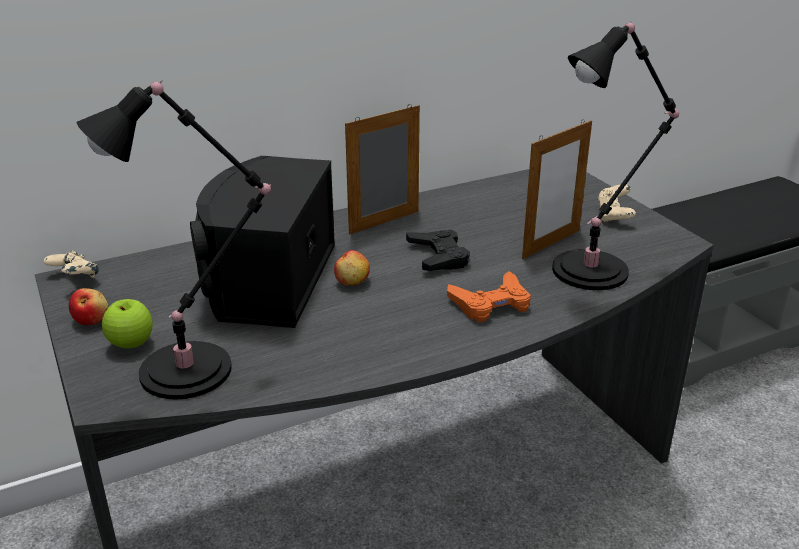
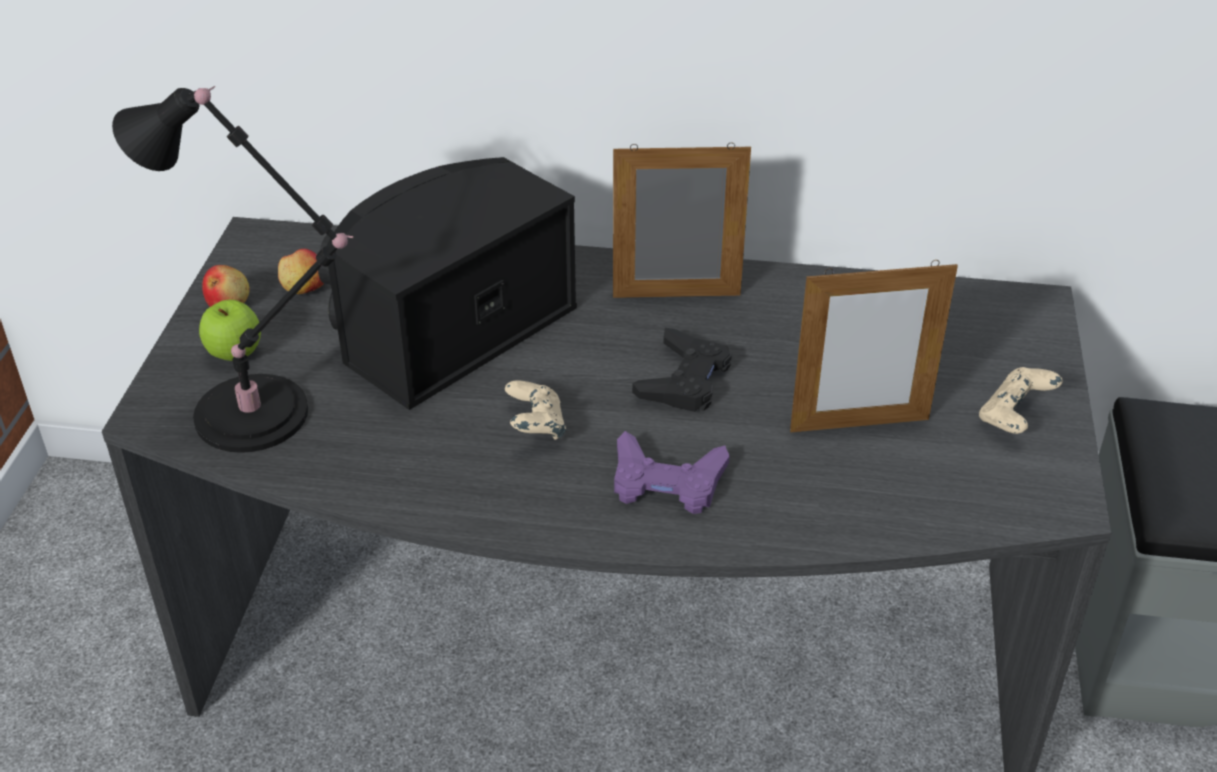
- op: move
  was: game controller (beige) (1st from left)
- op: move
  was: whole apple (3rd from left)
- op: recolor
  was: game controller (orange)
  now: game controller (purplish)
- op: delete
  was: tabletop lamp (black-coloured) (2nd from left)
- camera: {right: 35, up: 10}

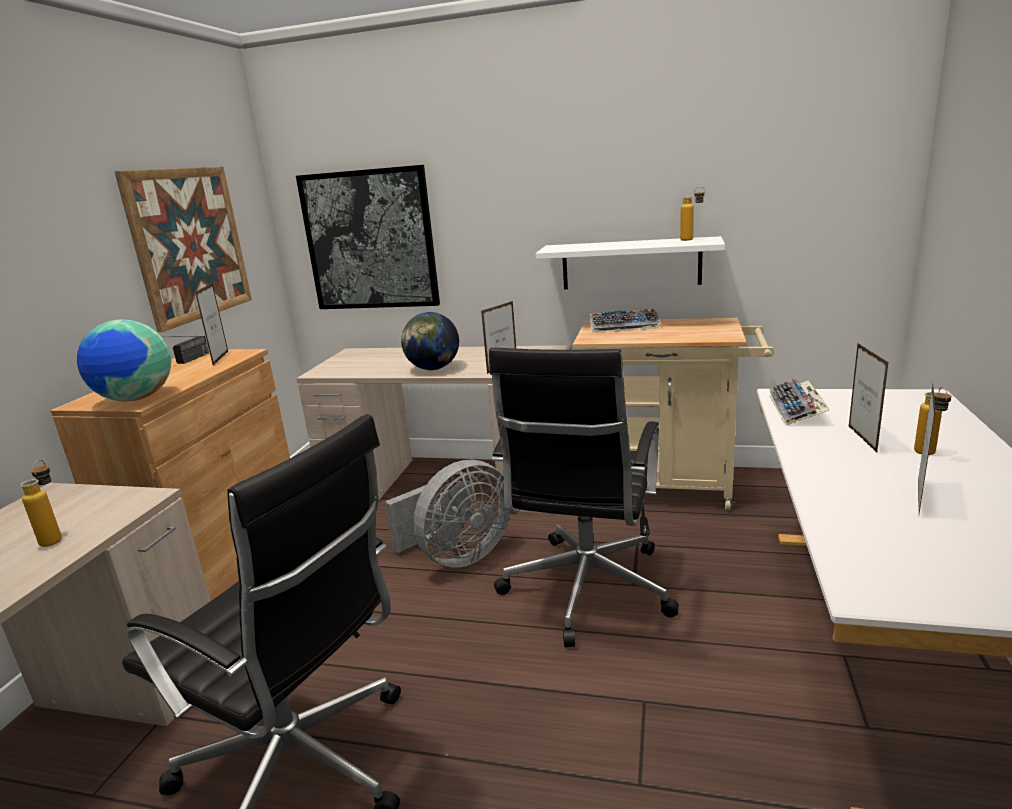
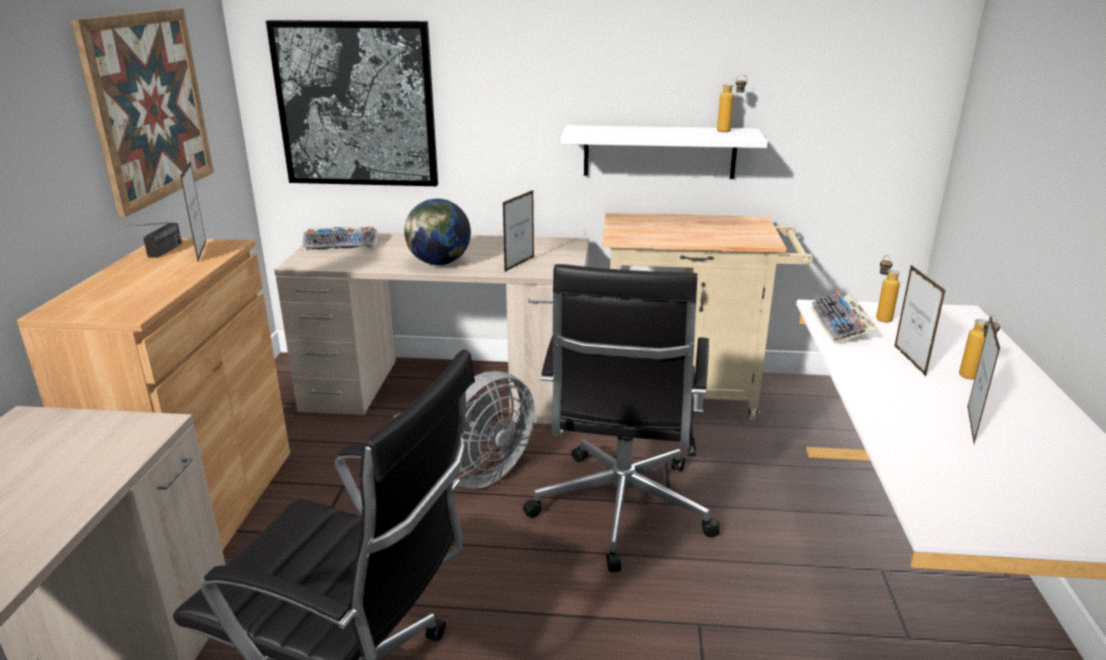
- op: move
  was: bottle (1st from left in the first image)
  now: bottle (2nd from left)
- op: delete
  was: world globe (1st from left)
- op: move
  was: keyboard (1st from left)
- camera: {right: -10, up: 5}

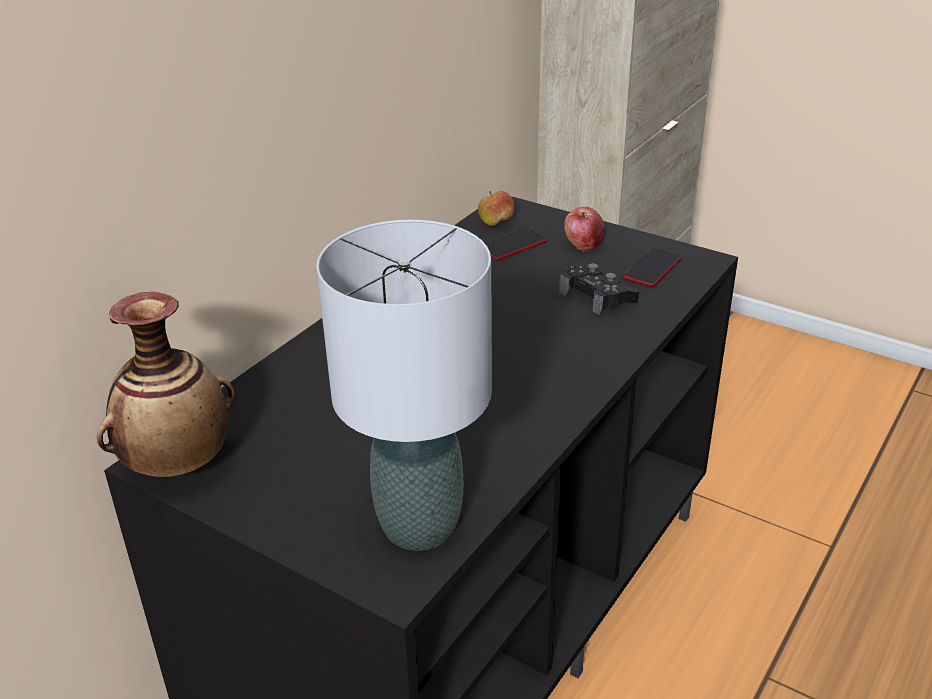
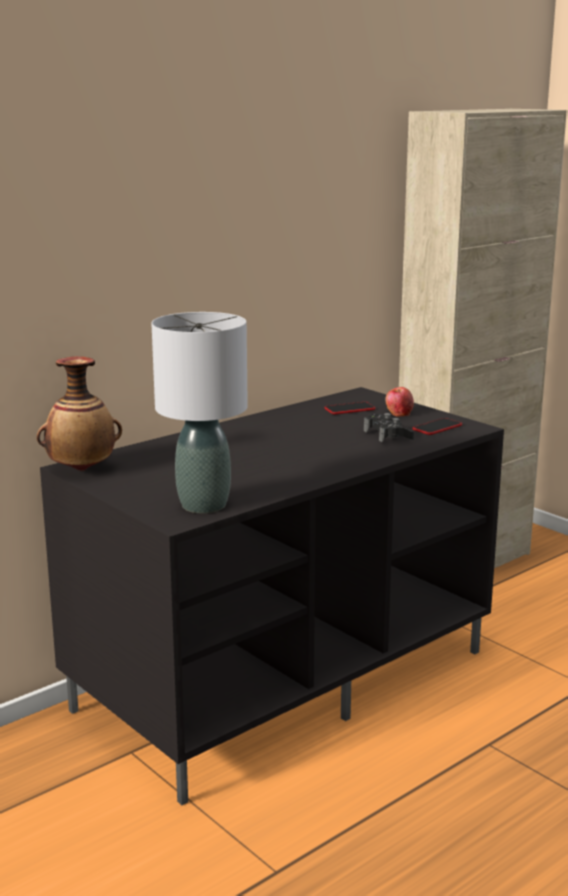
- op: delete
  was: whole apple (1st from left)
- camera: {right: 15, up: -15}

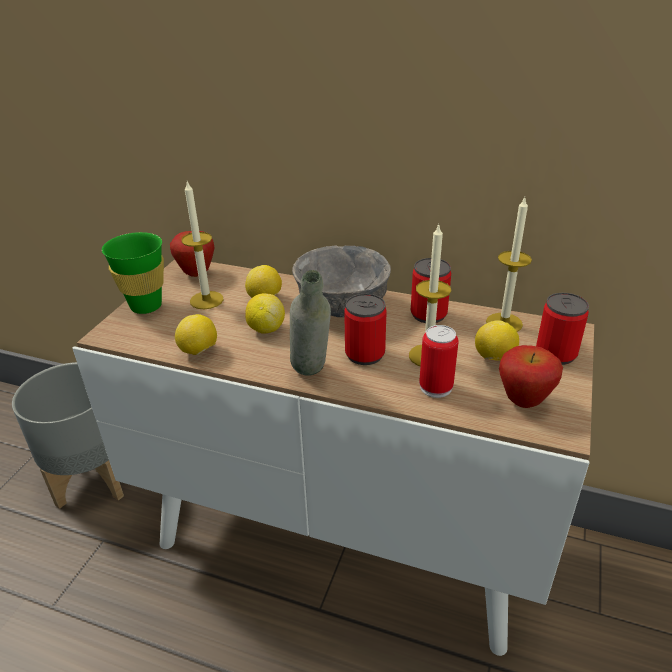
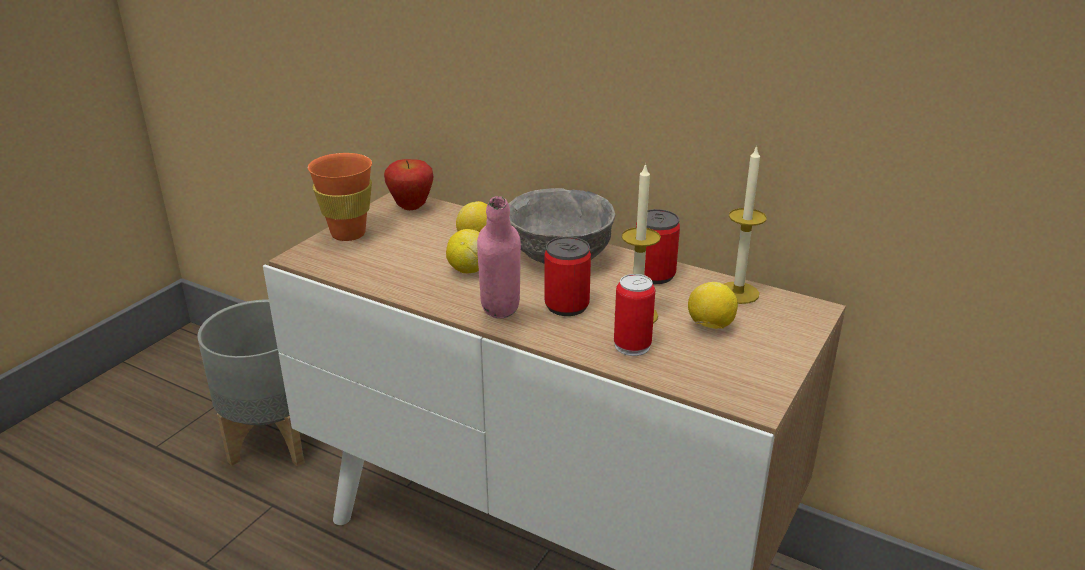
- op: recolor
  was: drinking cup (greenish)
  now: drinking cup (orange)
- op: delete
  was: whole lemon (1st from left)
- op: delete
  was: wax candle (1st from left)
- op: recolor
  was: bottle (gray)
  now: bottle (pink)
- op: delete
  was: whole apple (2nd from left)
- op: delete
  was: sealed can (4th from left)
- camera: {right: 10, up: -5}

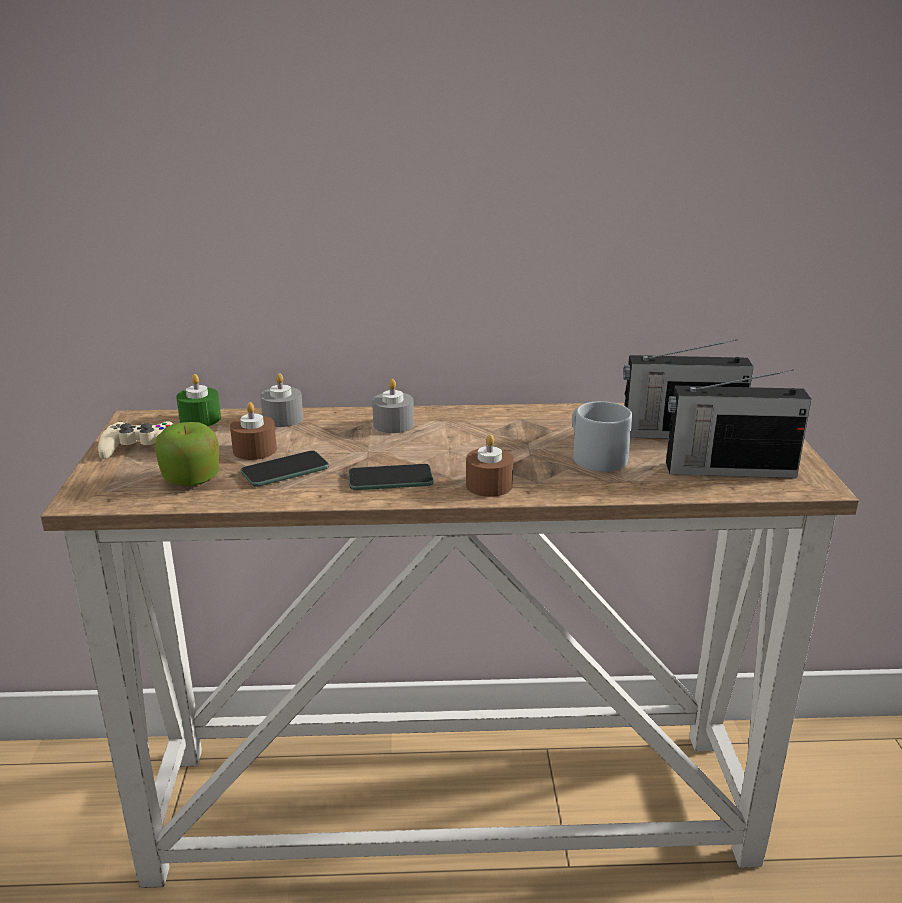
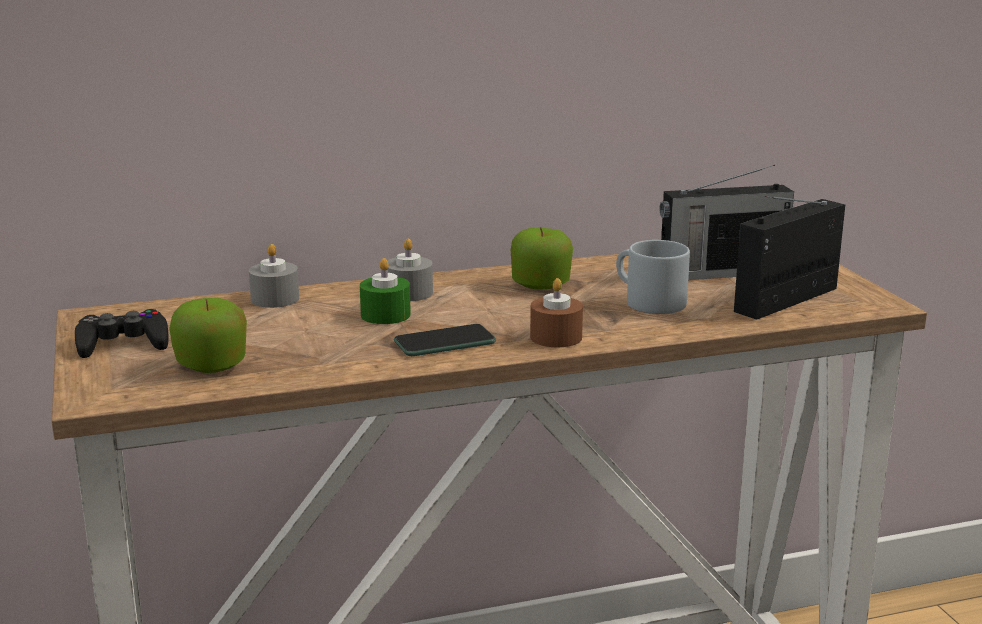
- op: recolor
  was: game controller (beige)
  now: game controller (black-coloured)
- op: move
  was: wax candle (greenish)
- op: delete
  was: wax candle (brown-coloured) (1st from left)
- op: delete
  was: handset (1st from left)
- op: rotate
  was: radio set (2nd from left)
  clockwise: 150
- op: insert
  now: whole apple (2nd from left)
- camera: {right: -15, up: -5}

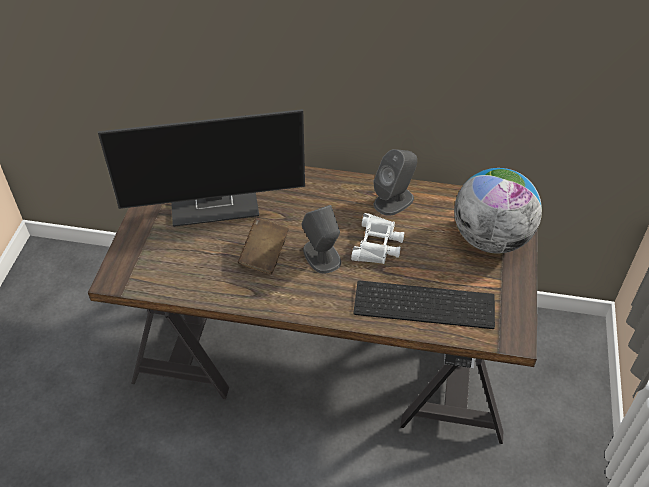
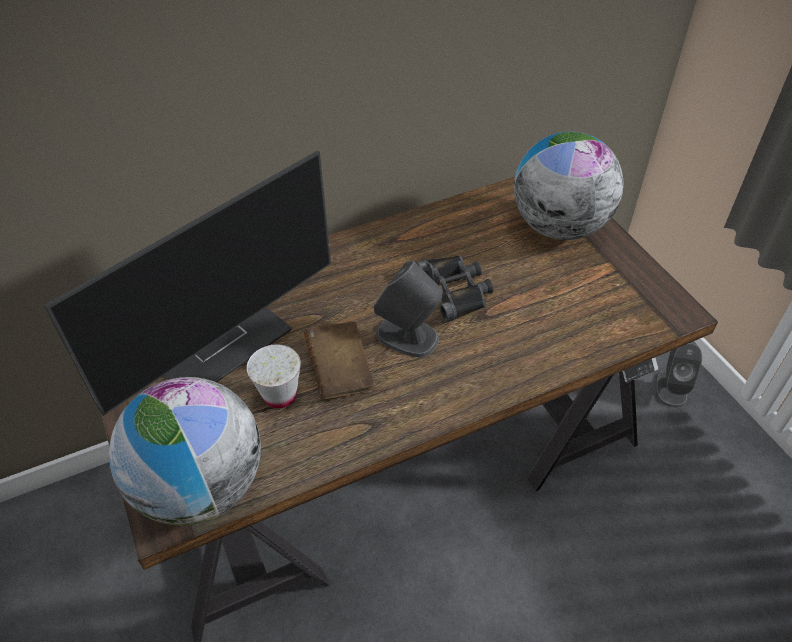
- op: recolor
  was: binoculars (white)
  now: binoculars (black-coloured)
- op: delete
  was: keyboard
- op: move
  was: loudspeaker (gray) (2nd from left)
- op: insert
  now: world globe (1st from left)
- op: insert
  now: drinking cup (white)
- camera: {right: -35, up: 0}

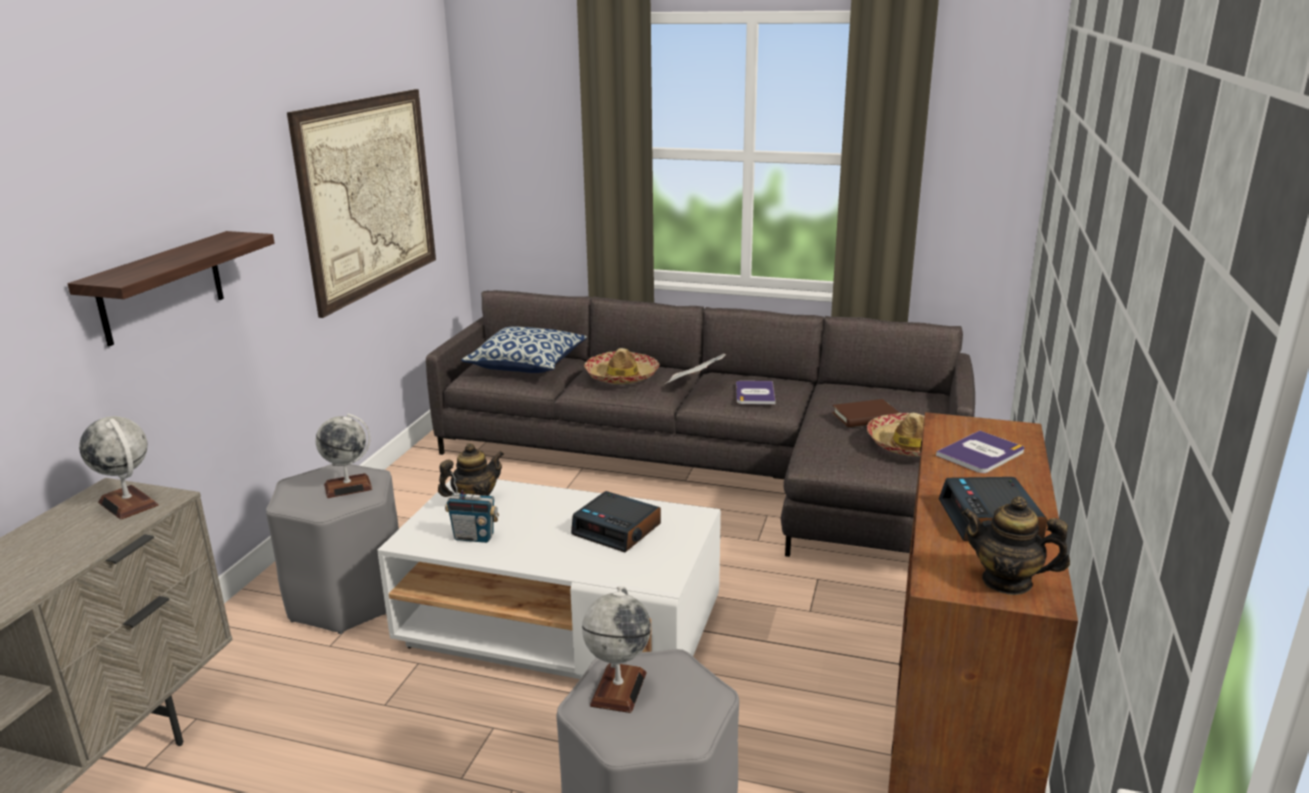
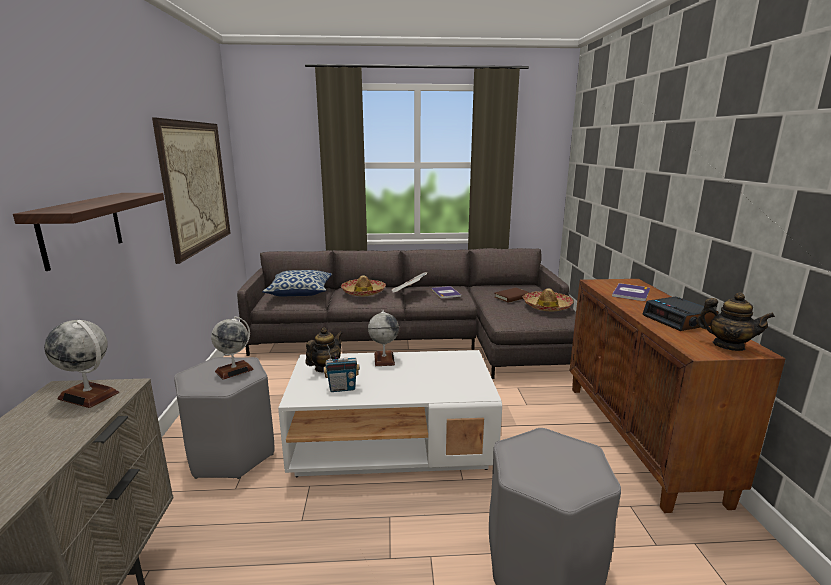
- op: delete
  was: table clock (1st from left)
- op: move
  was: world globe (3rd from left)
- op: rotate
  was: tea pot (2nd from left)
  clockwise: -150
- camera: {right: -20, up: -5}

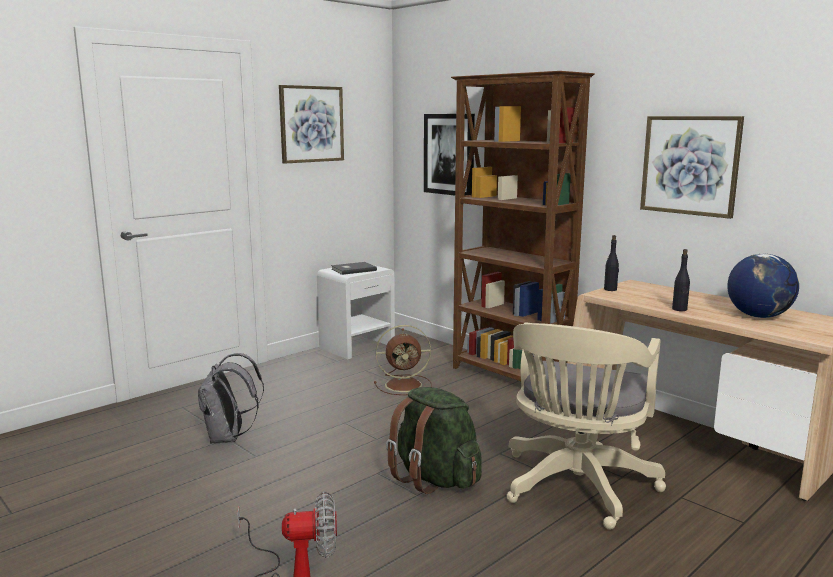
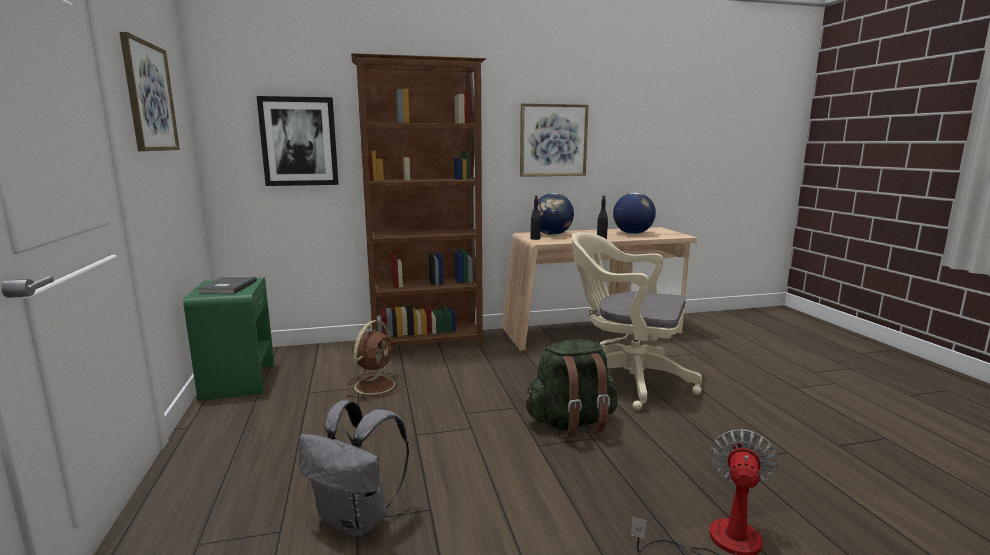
- op: recolor
  was: night table (white)
  now: night table (greenish)
- op: rotate
  was: desk chair (beige)
  clockwise: 150
- op: insert
  now: world globe (1st from left)
- camera: {right: -60, up: 0}

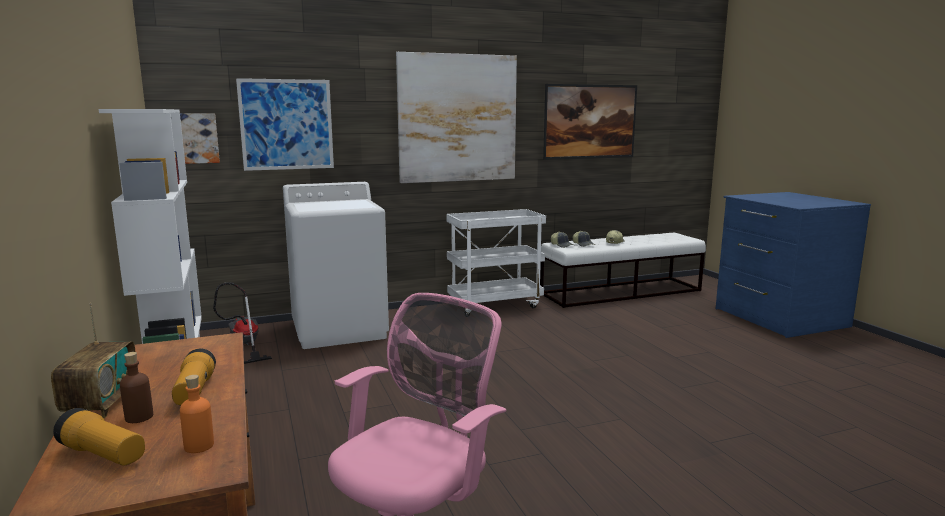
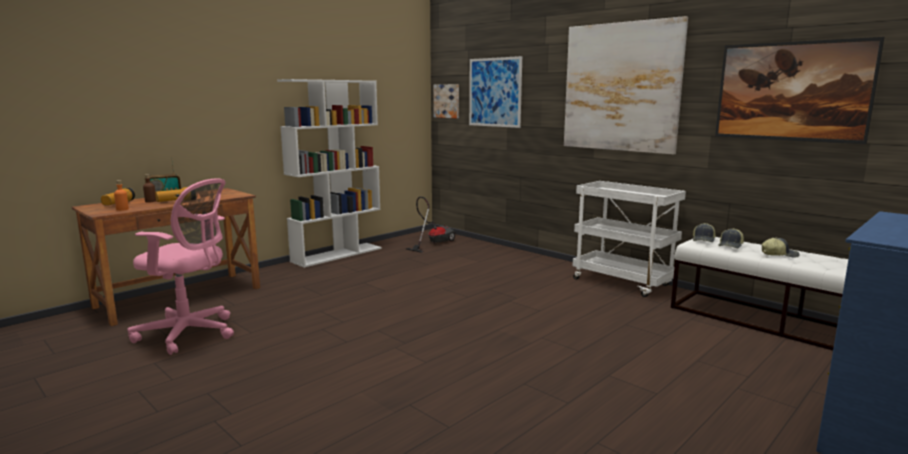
- op: delete
  was: washing machine (white)
- camera: {right: 65, up: 0}

